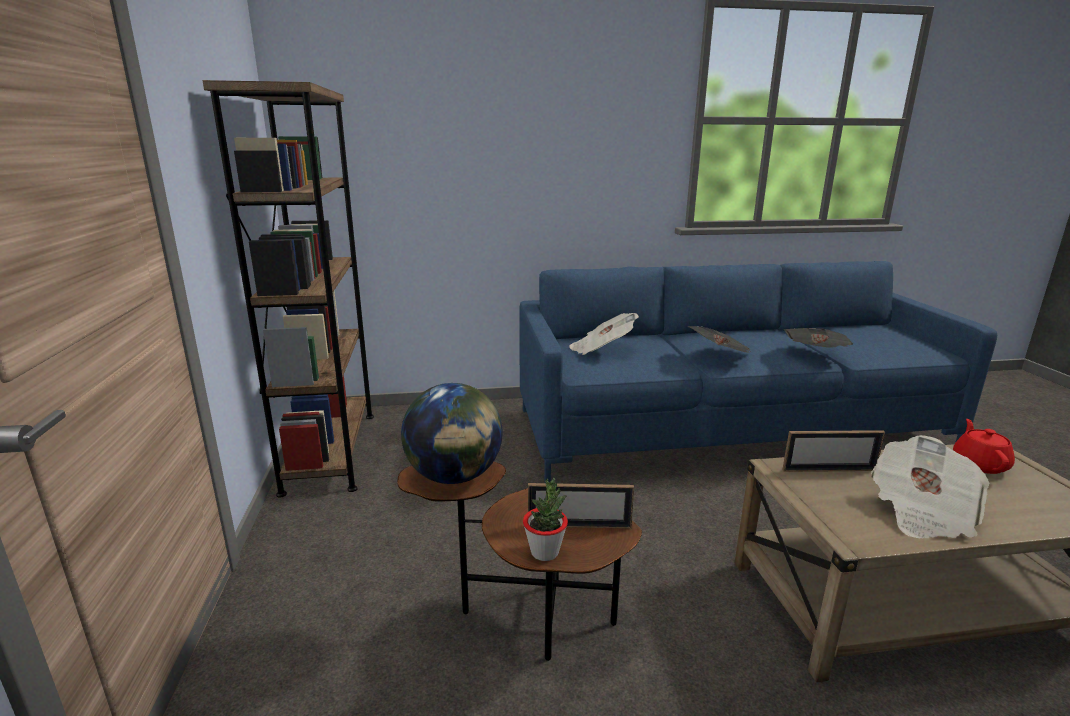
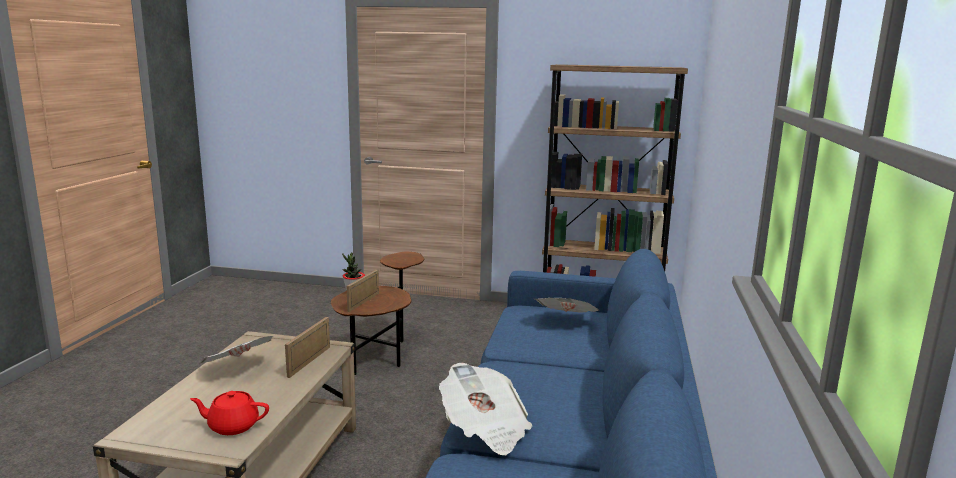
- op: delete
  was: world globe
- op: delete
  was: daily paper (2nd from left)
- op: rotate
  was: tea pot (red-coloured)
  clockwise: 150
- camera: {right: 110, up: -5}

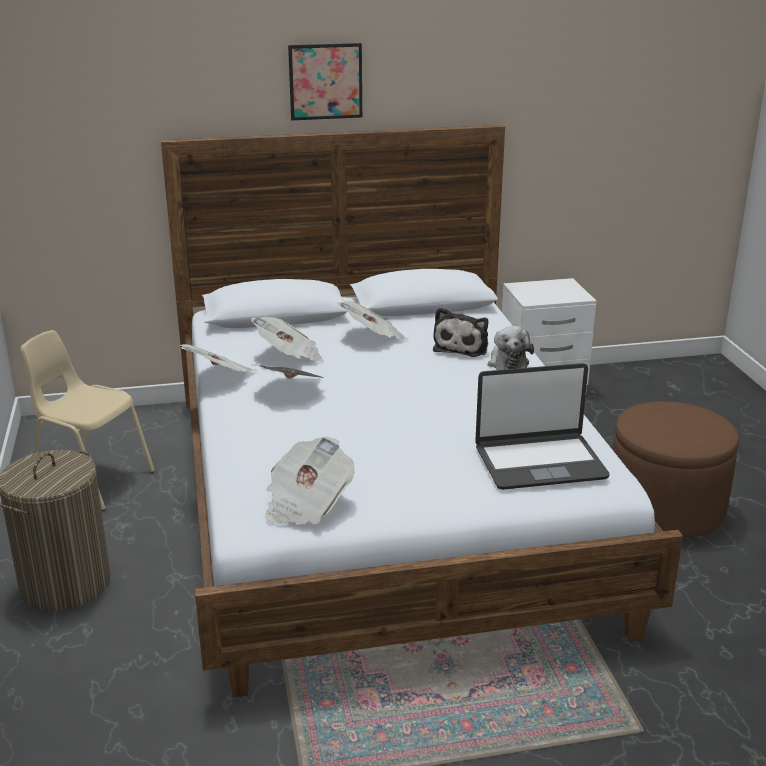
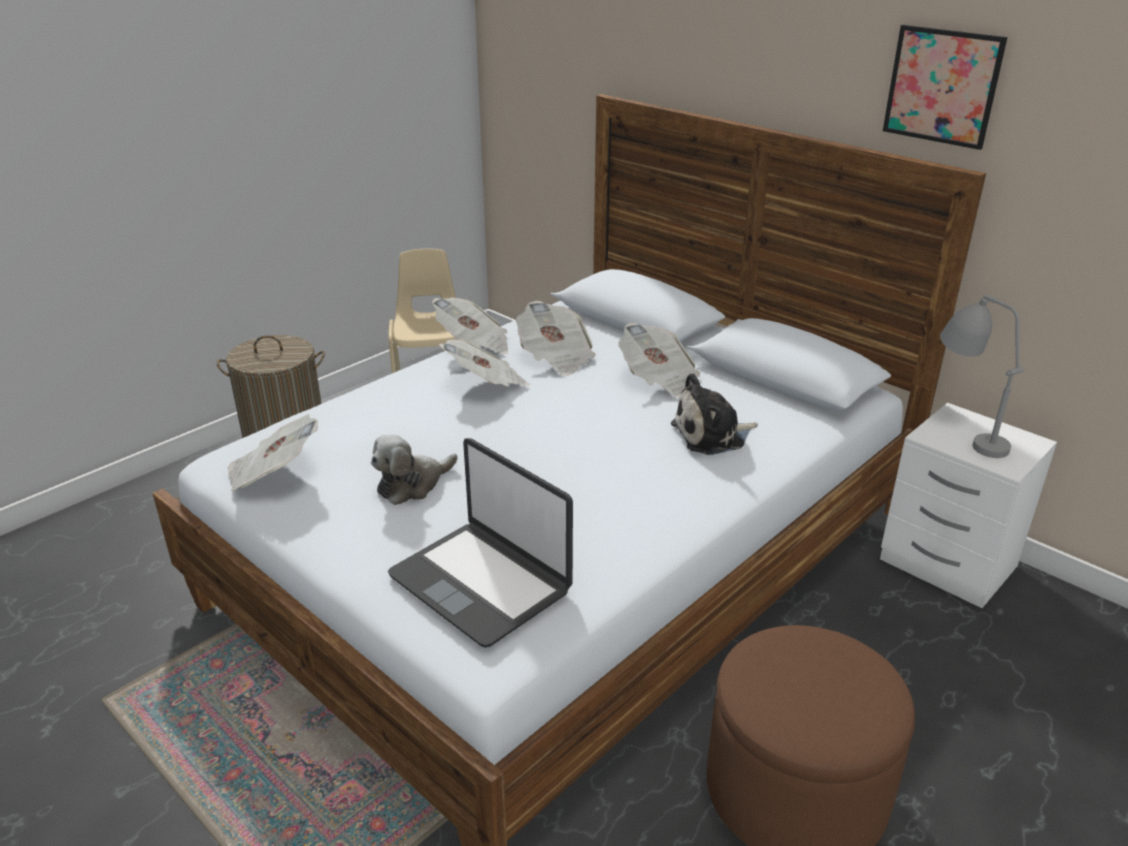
- op: move
  was: wall picture
- op: move
  was: cuddly toy (2nd from left in the first image)
  now: cuddly toy (1st from left)
- op: insert
  now: tabletop lamp (gray)
- camera: {right: 55, up: 5}

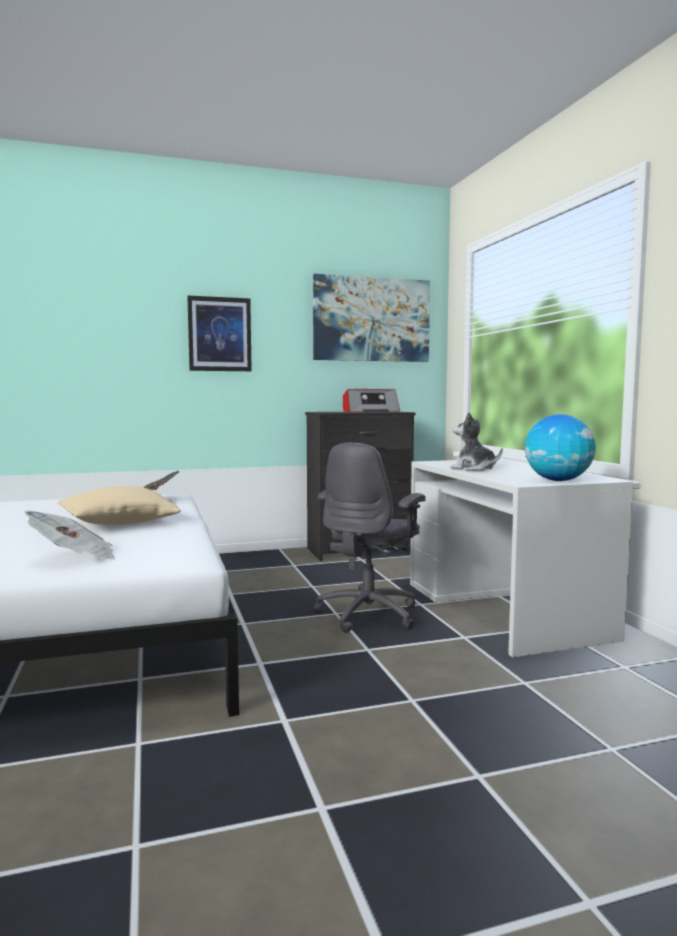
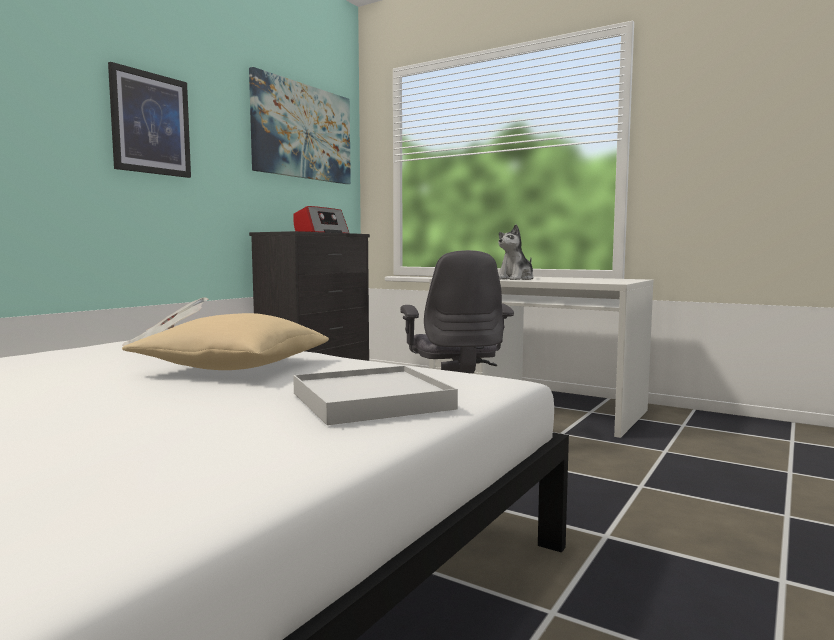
- op: replace
  was: daily paper (1st from left)
  now: serving tray (white)
- op: rotate
  was: cuddly toy
  clockwise: -45
- op: delete
  was: world globe
- camera: {right: -40, up: 0}

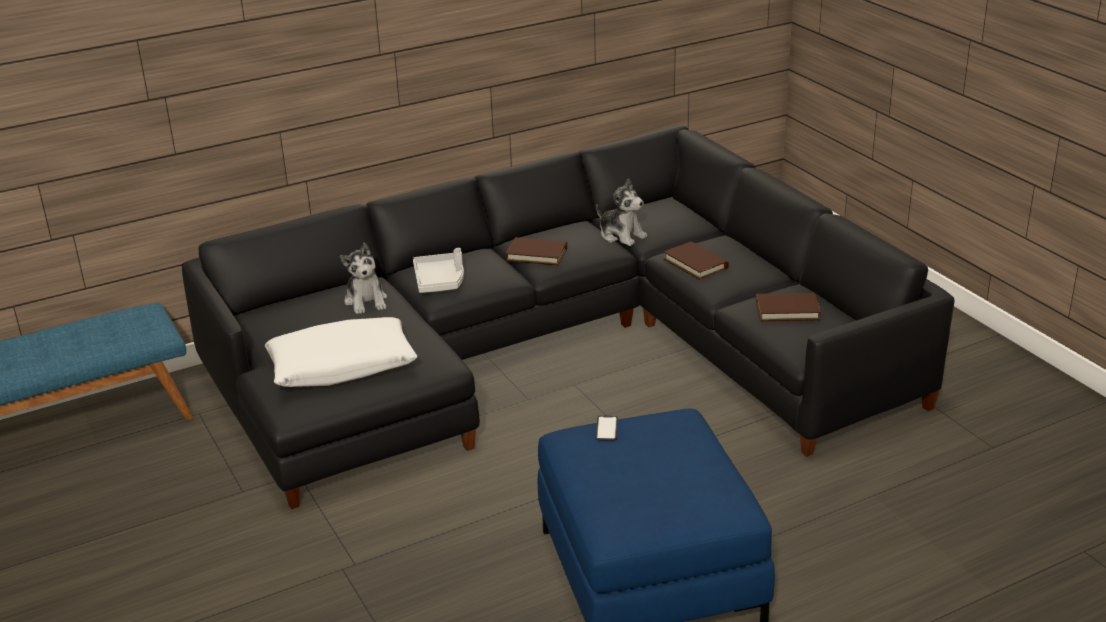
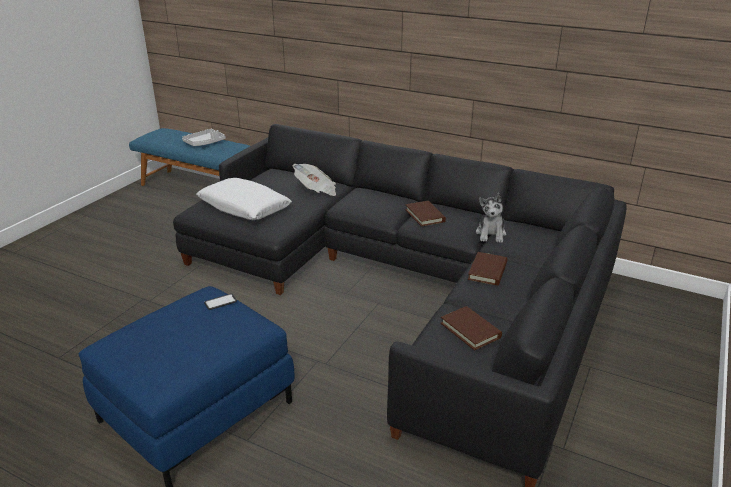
- op: replace
  was: cuddly toy (1st from left)
  now: daily paper
- op: move
  was: serving tray (gray)
- camera: {right: 55, up: 0}

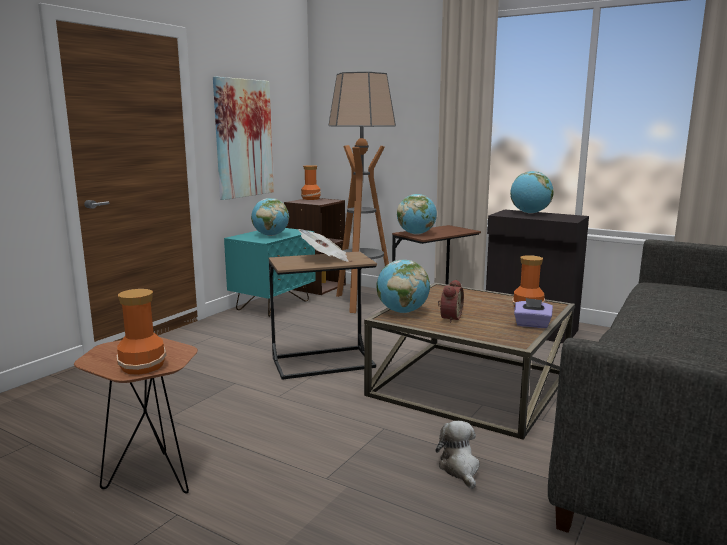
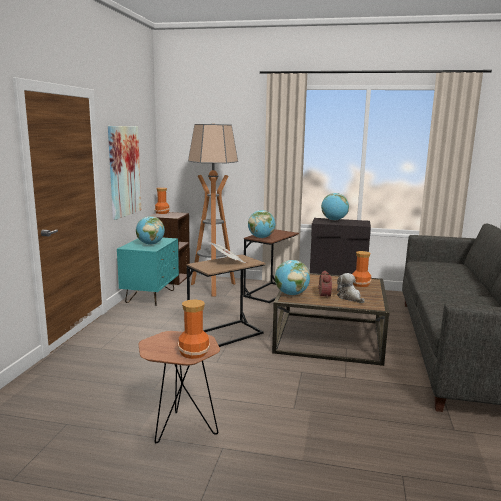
- op: move
  was: cuddly toy
- op: delete
  was: tissue box (purplish)
- camera: {right: -20, up: 0}

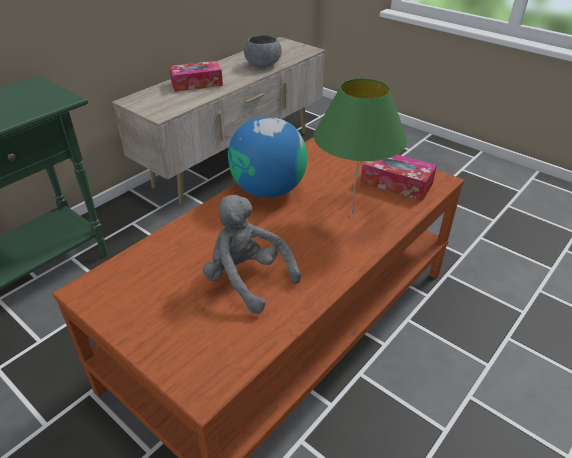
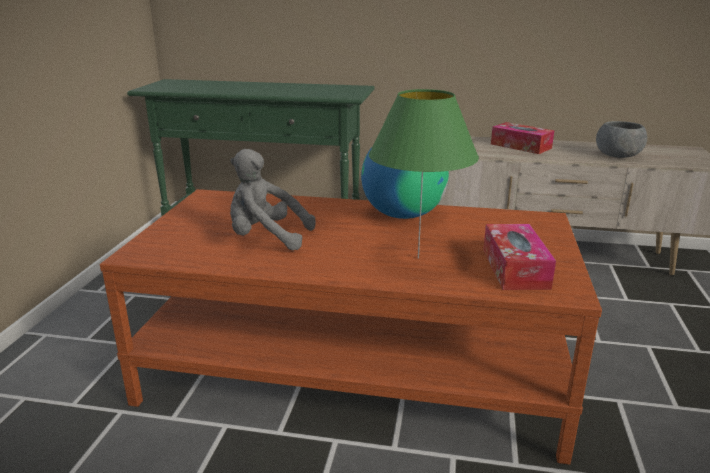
- op: rotate
  was: cuddly toy (gray)
  clockwise: -90
- camera: {right: 60, up: -15}

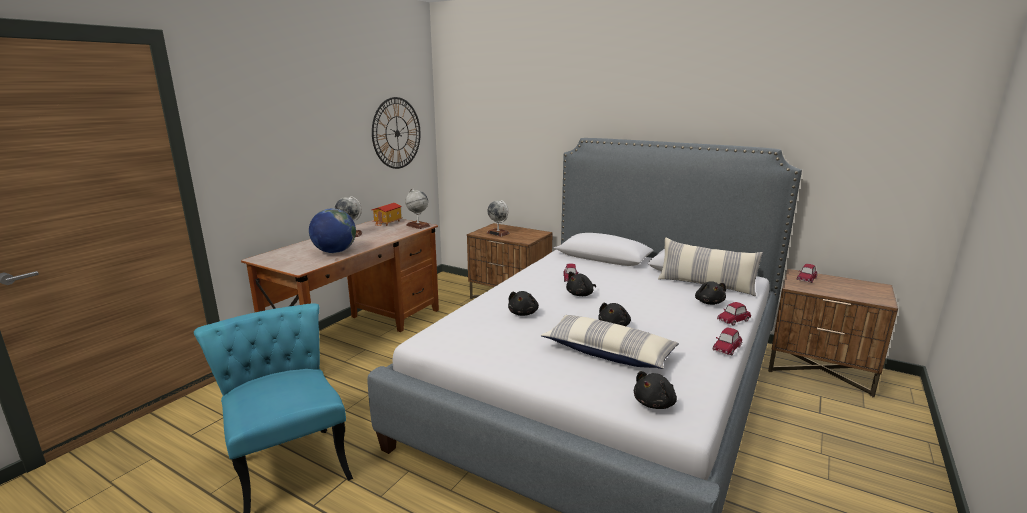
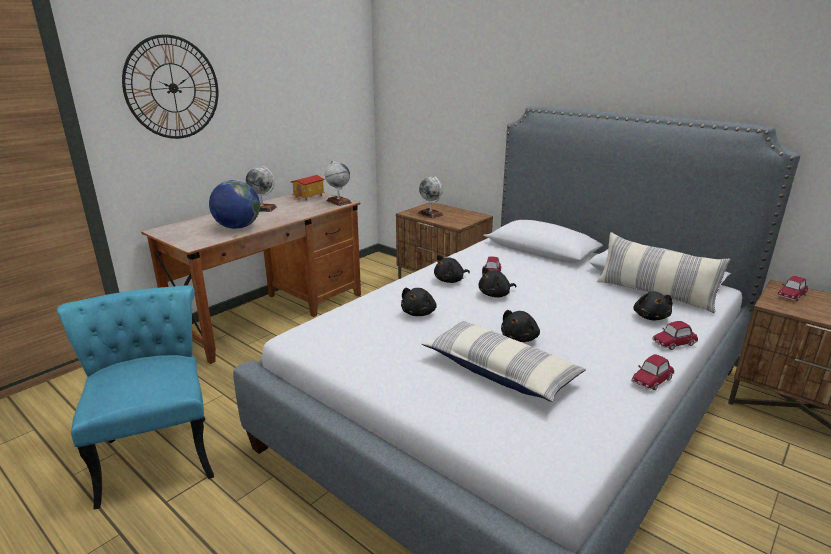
- op: move
  was: clock on the wall
- op: move
  was: cuddly toy (black-coloured) (4th from left in the first image)
  now: cuddly toy (black-coloured) (2nd from left)
- camera: {right: 10, up: 5}

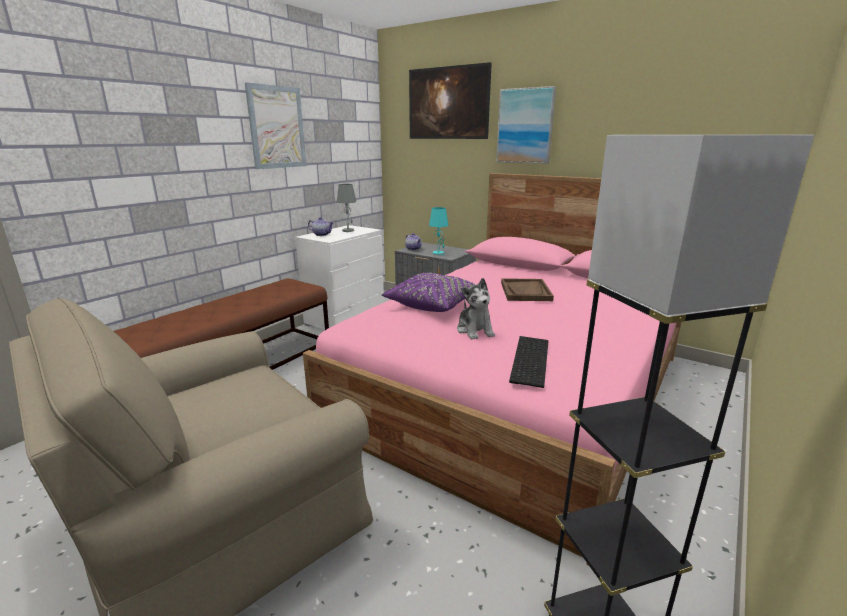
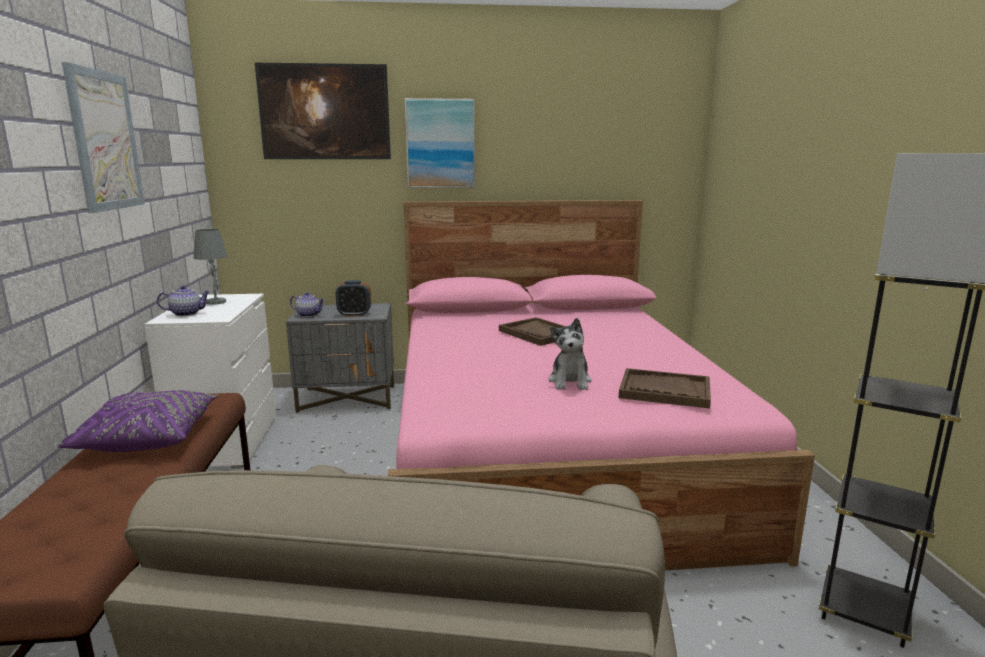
- op: move
  was: throw pillow (purplish)
- op: replace
  was: tabletop lamp (turquoise)
  now: table clock
- op: rotate
  was: cuddly toy
  clockwise: 60
- op: replace
  was: keyboard
  now: serving tray (brown-coloured) (2nd from left)
- camera: {right: -40, up: -5}

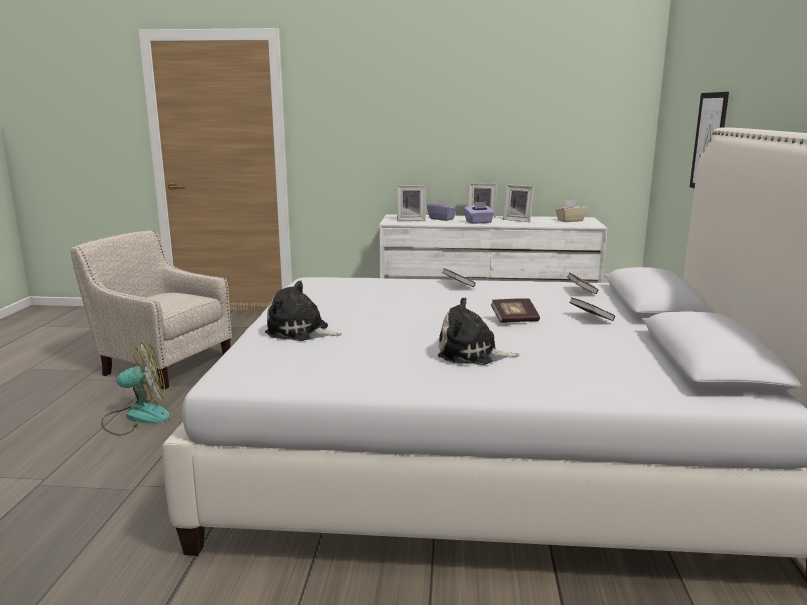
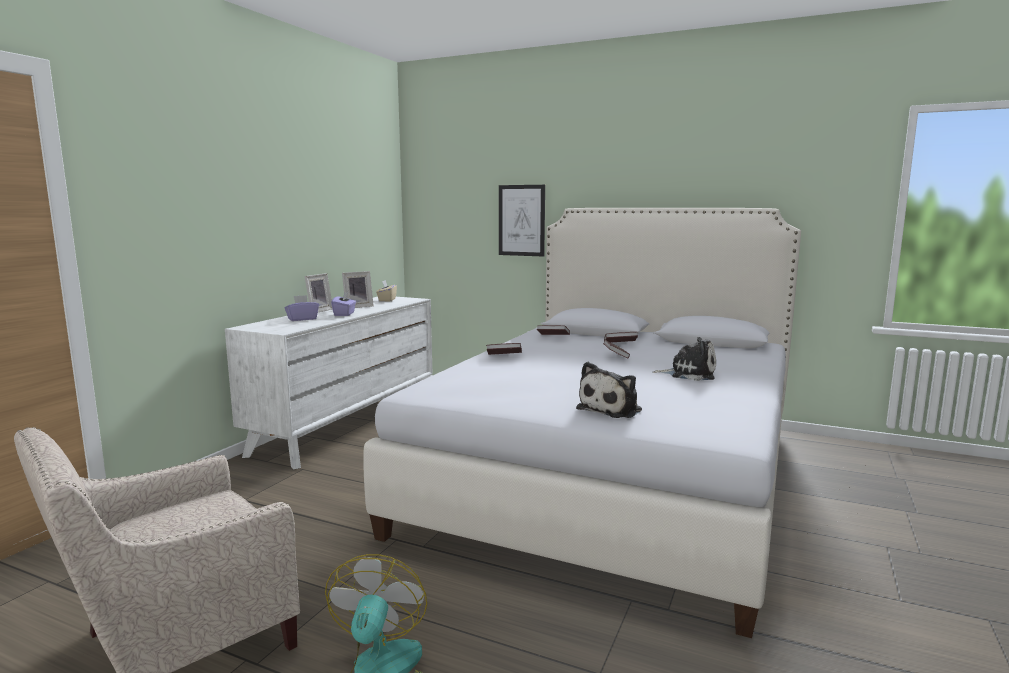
- op: delete
  was: photo frame (1st from left)
- op: rotate
  was: cuddly toy (2nd from left)
  clockwise: -105
- camera: {right: -70, up: -5}

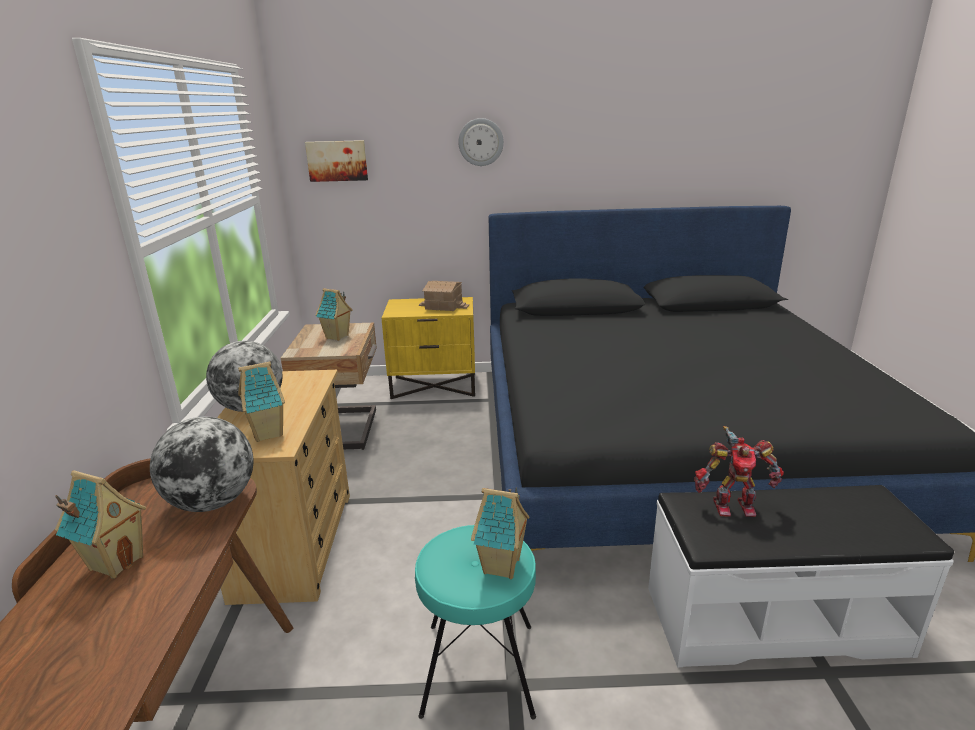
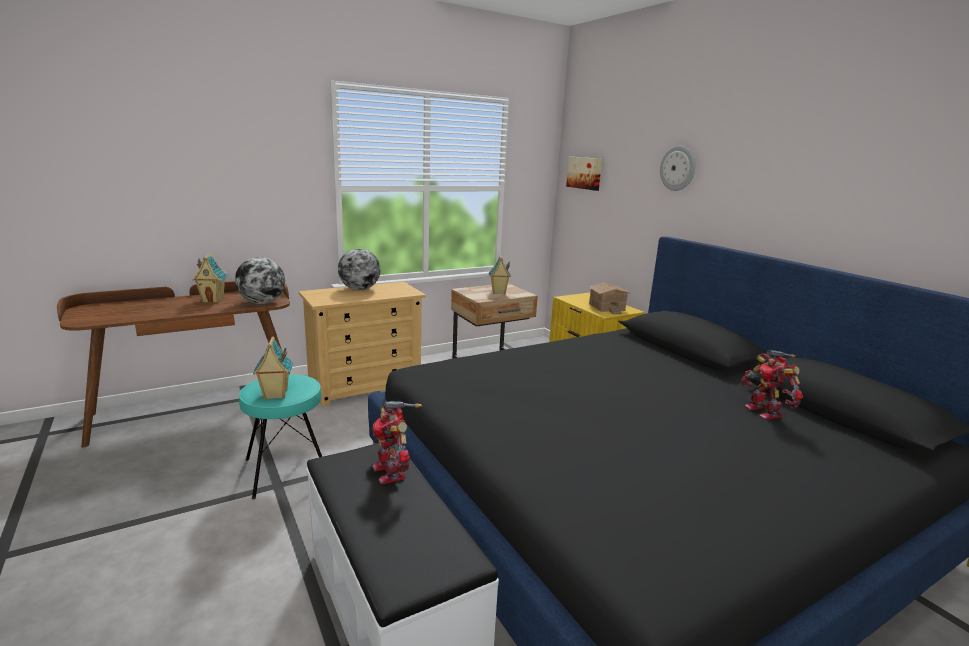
- op: delete
  was: model house (2nd from left)
- op: insert
  now: model robot (2nd from left)
- camera: {right: 60, up: -5}

